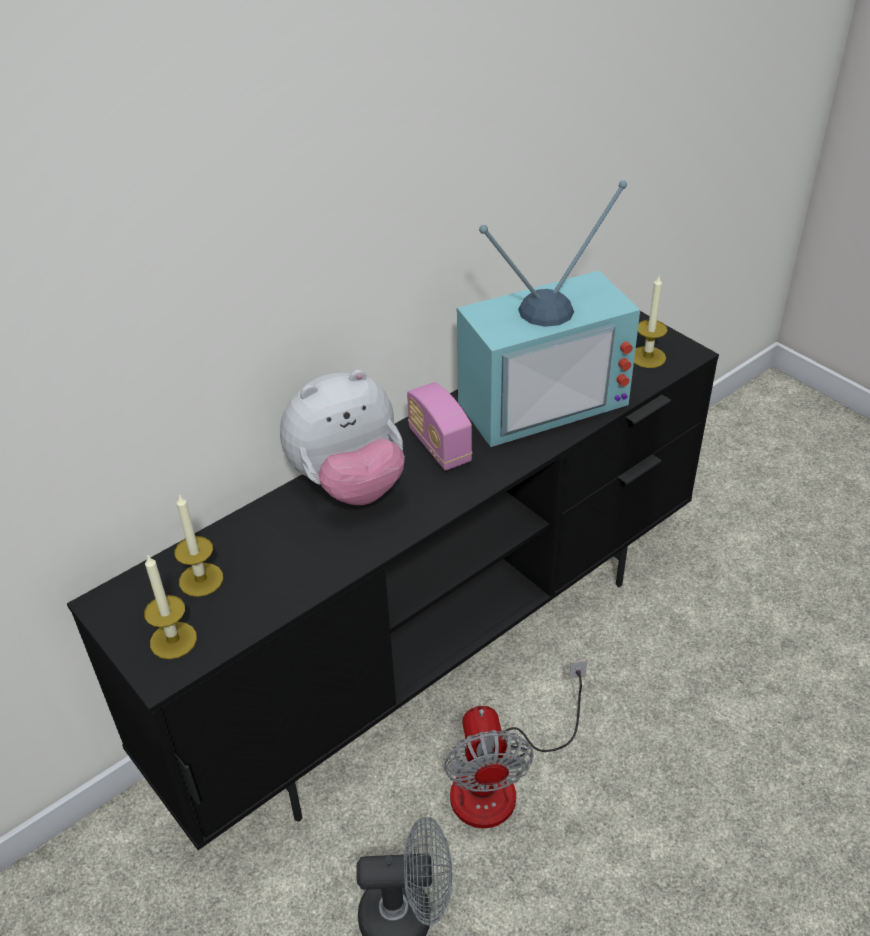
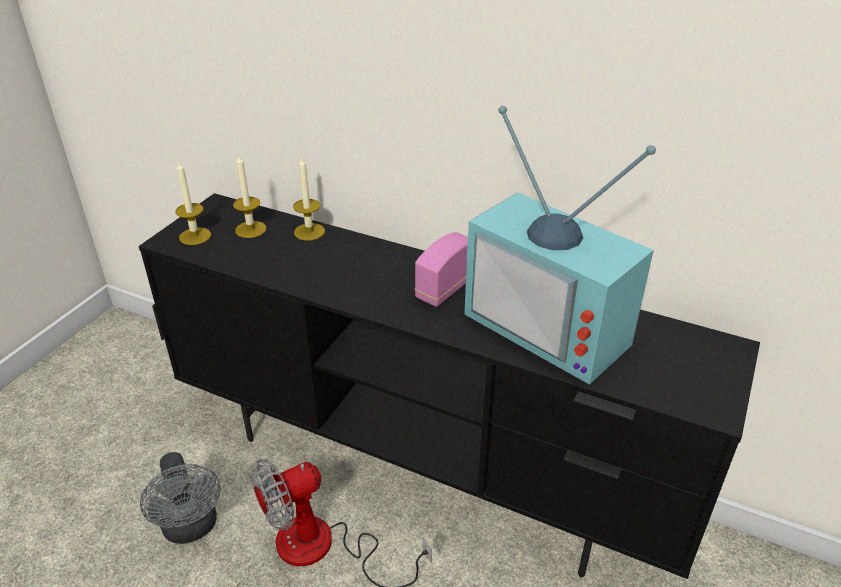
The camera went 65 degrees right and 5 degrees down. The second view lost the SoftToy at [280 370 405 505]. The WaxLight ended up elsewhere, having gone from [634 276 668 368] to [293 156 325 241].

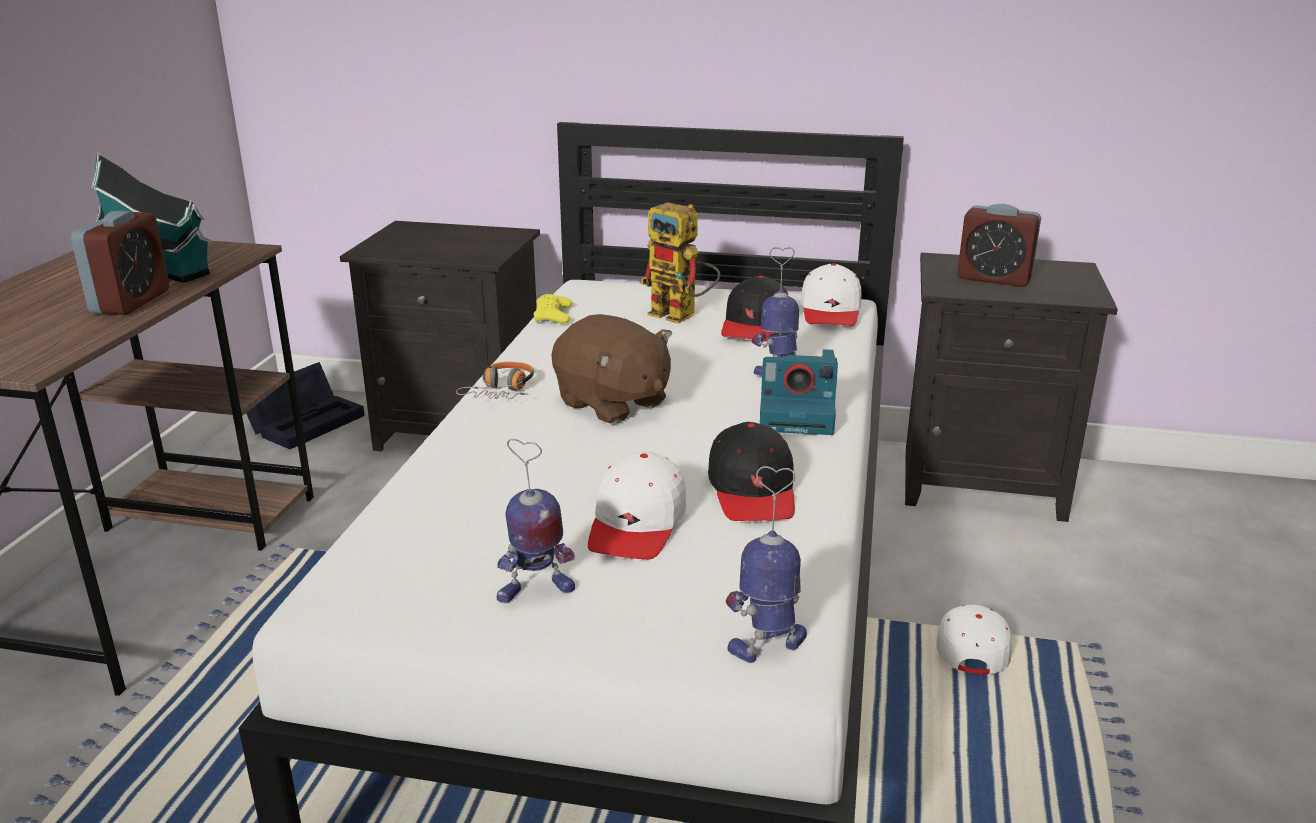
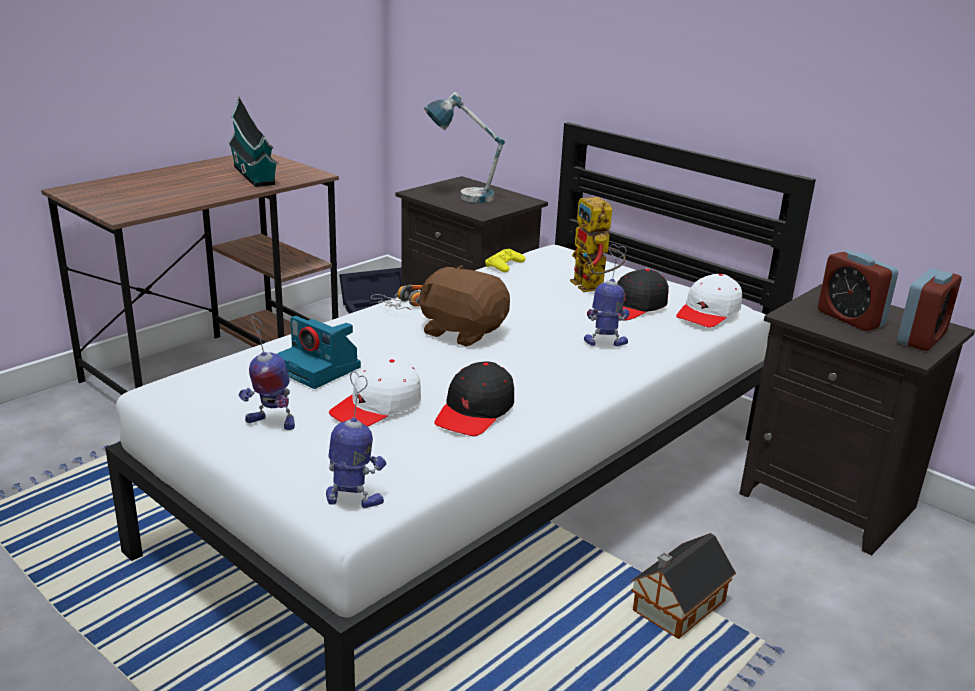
The camera went 30 degrees right and 0 degrees up. The second view gained the LampForATable at [424 92 505 203]. The AlarmClock ended up elsewhere, having gone from [71 211 169 315] to [897 268 962 351]. The StillCamera ended up elsewhere, having gone from [760 349 838 435] to [277 316 361 389]. Where the WhiteCap stood at [936 605 1012 674], the ModelHouse came to stand at [630 533 736 639]. The BrownColouredSoftToy at [551 314 672 424] ended up facing another way, 135 degrees clockwise from before.

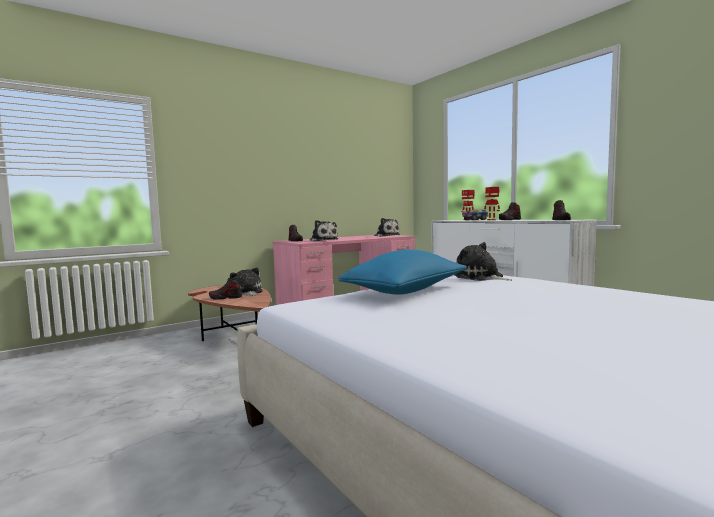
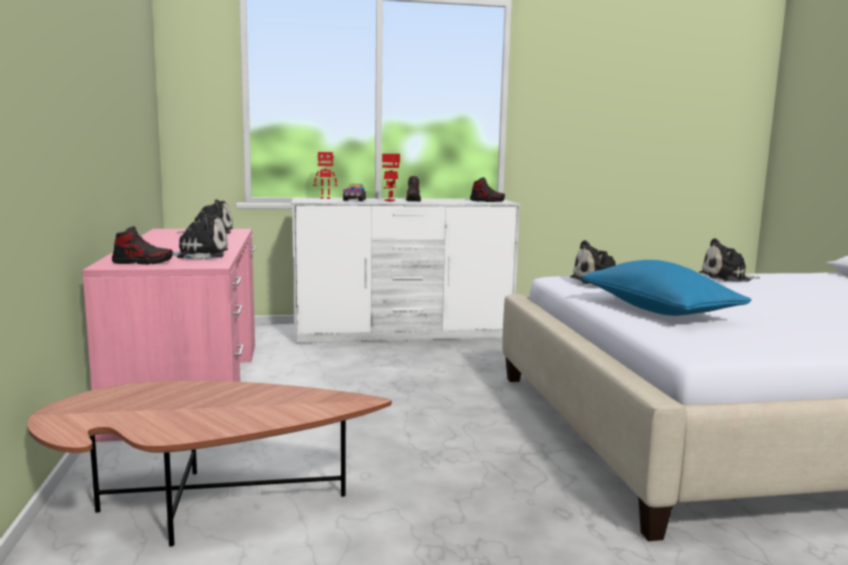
The camera went 65 degrees left and 5 degrees up. The second view lost the ItemOfFootwear at [209 278 242 300]. The SoftToy ended up elsewhere, having gone from [230 267 263 296] to [699 238 760 282].

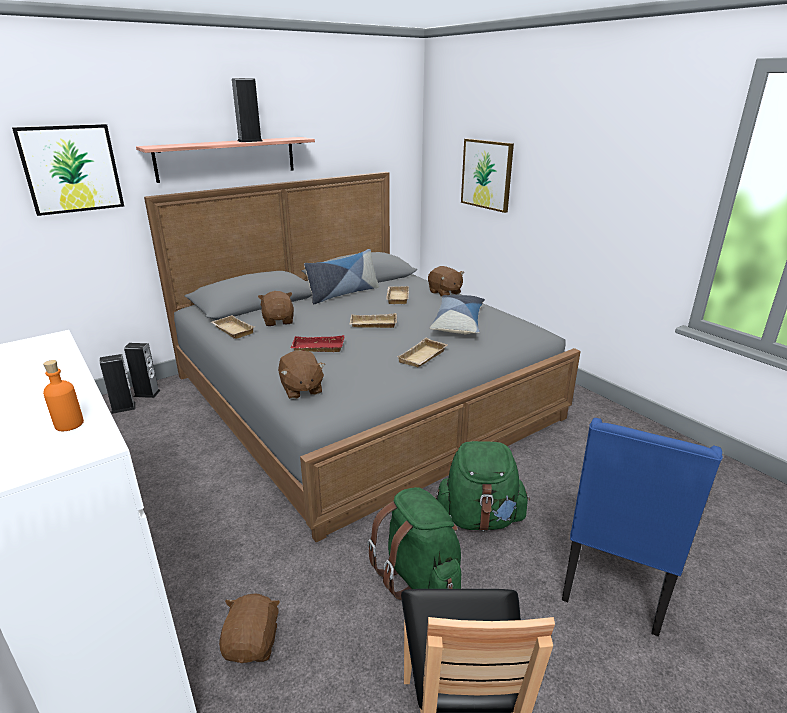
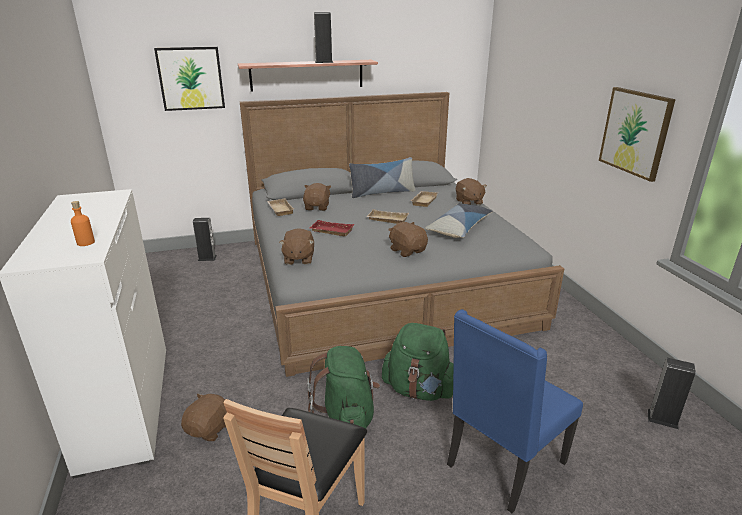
The camera went 20 degrees right and 0 degrees up. The Speaker ended up elsewhere, having gone from [124 343 161 398] to [648 357 696 429]. The Picture ended up elsewhere, having gone from [461 139 514 213] to [599 87 676 182]. Where the SandColouredTray stood at [397 338 447 367], the BrownColouredSoftToy came to stand at [388 222 428 257].

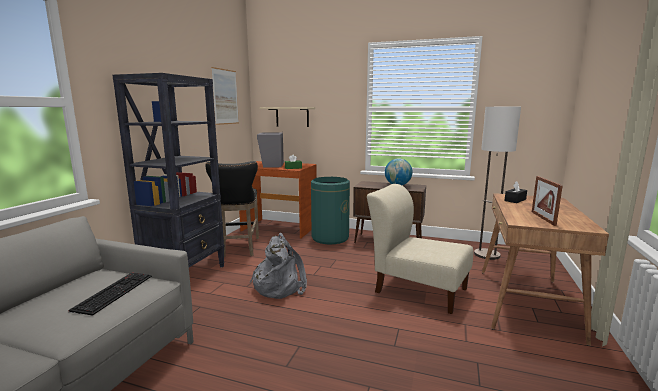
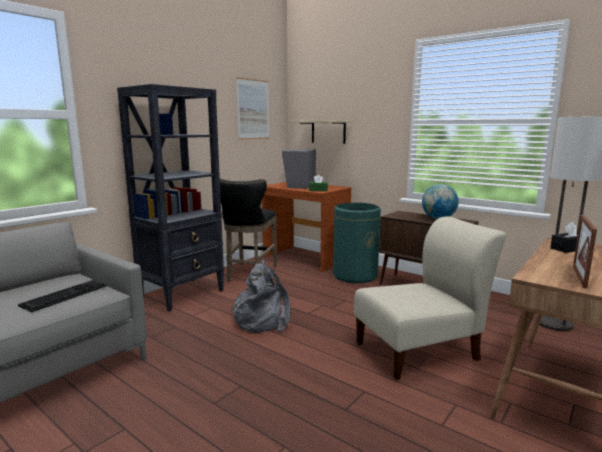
The camera went 20 degrees right and 0 degrees up. The SandColouredChair at [367 184 473 314] ended up facing another way, 105 degrees clockwise from before.

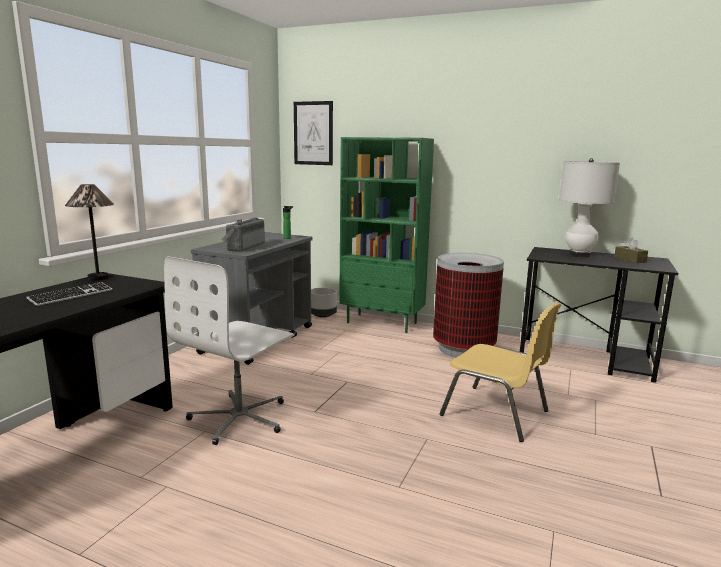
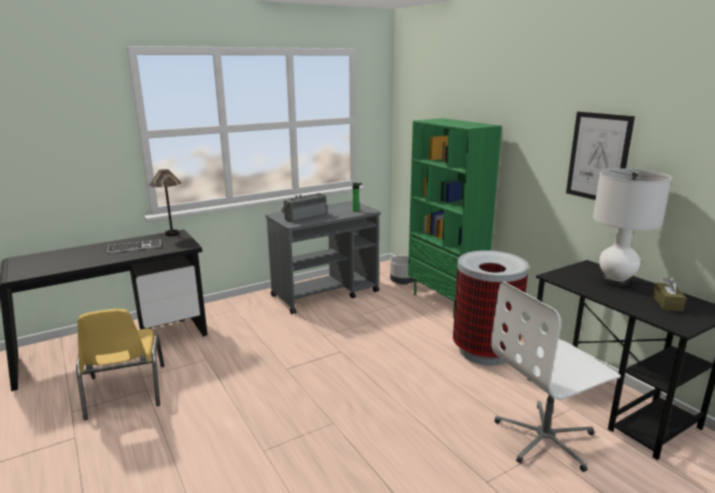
The camera went 35 degrees right and 5 degrees up. The WhiteComputerChair ended up elsewhere, having gone from [164 256 295 445] to [491 281 621 472]. The Picture ended up elsewhere, having gone from [294 101 333 165] to [566 112 635 200]. The YellowishChair ended up elsewhere, having gone from [440 302 561 442] to [76 309 164 420].

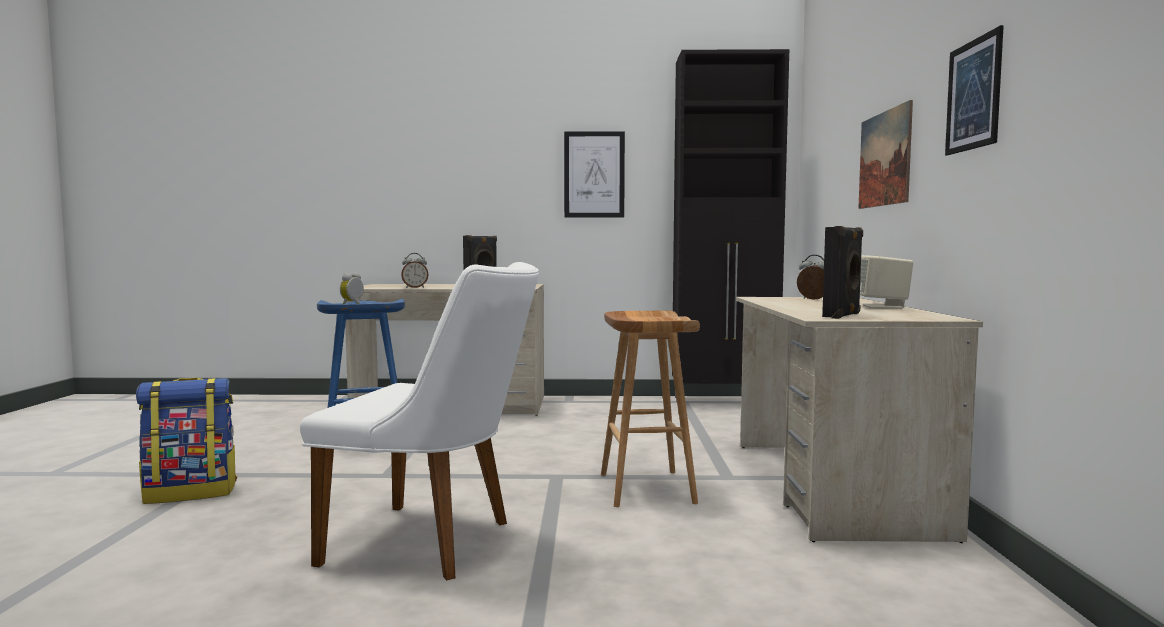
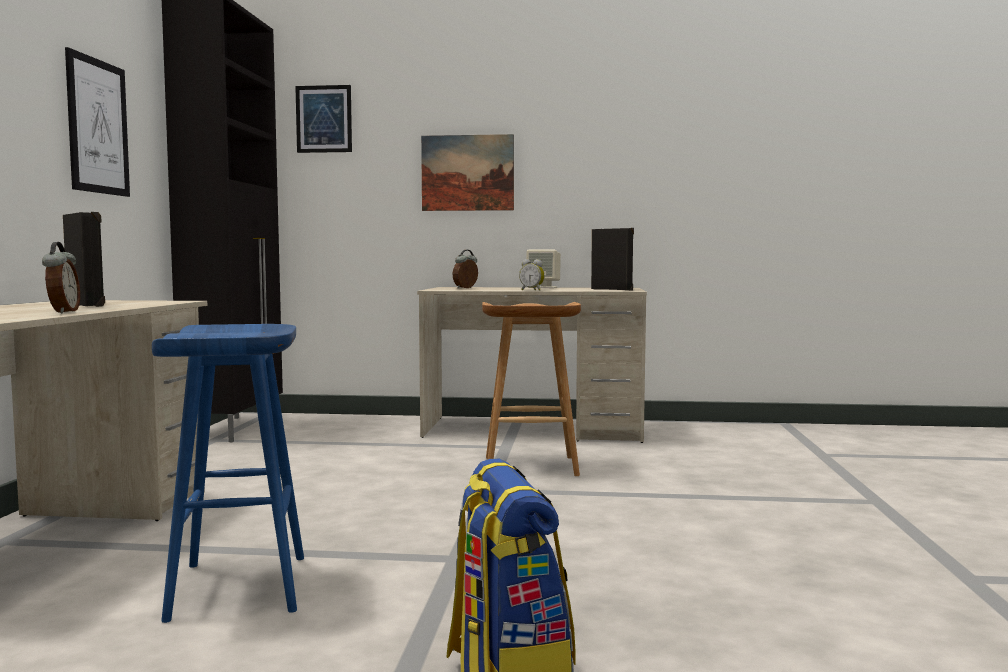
The camera went 85 degrees left and 0 degrees up. The second view lost the WhiteChair at [300 262 539 581]. The AlarmClock ended up elsewhere, having gone from [340 273 364 304] to [519 259 545 291]. The Picture ended up elsewhere, having gone from [945 25 1004 155] to [295 85 352 153].

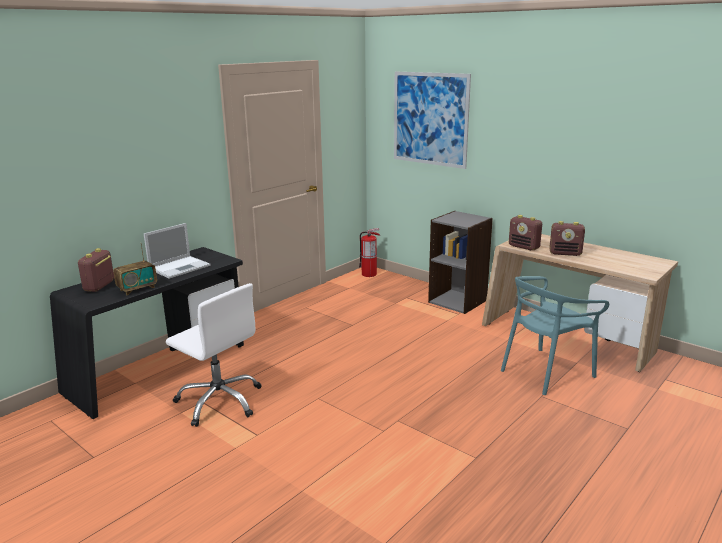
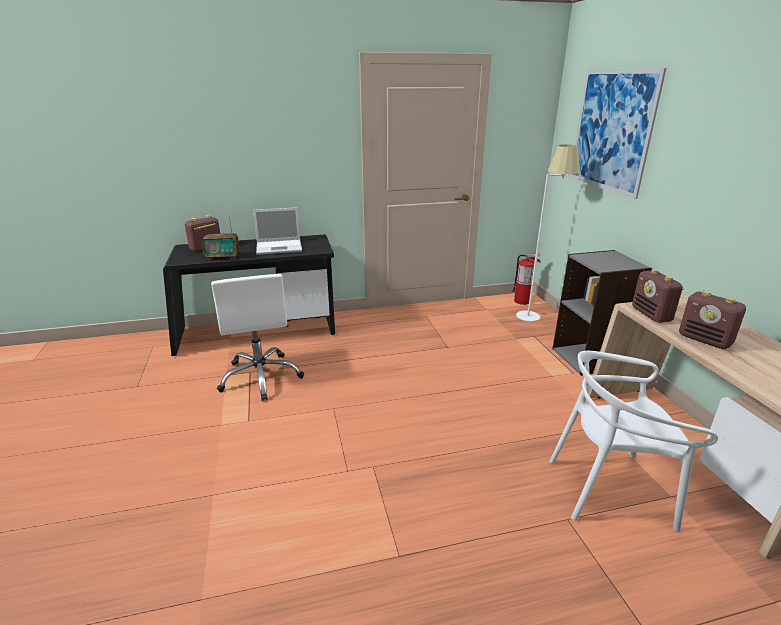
The camera went 35 degrees right and 5 degrees up. The second view gained the WhiteFloorLamp at [516 145 580 322]. What was the TurquoiseColouredChair at [501 276 609 395] turned into the WhiteChair at [549 351 718 532].

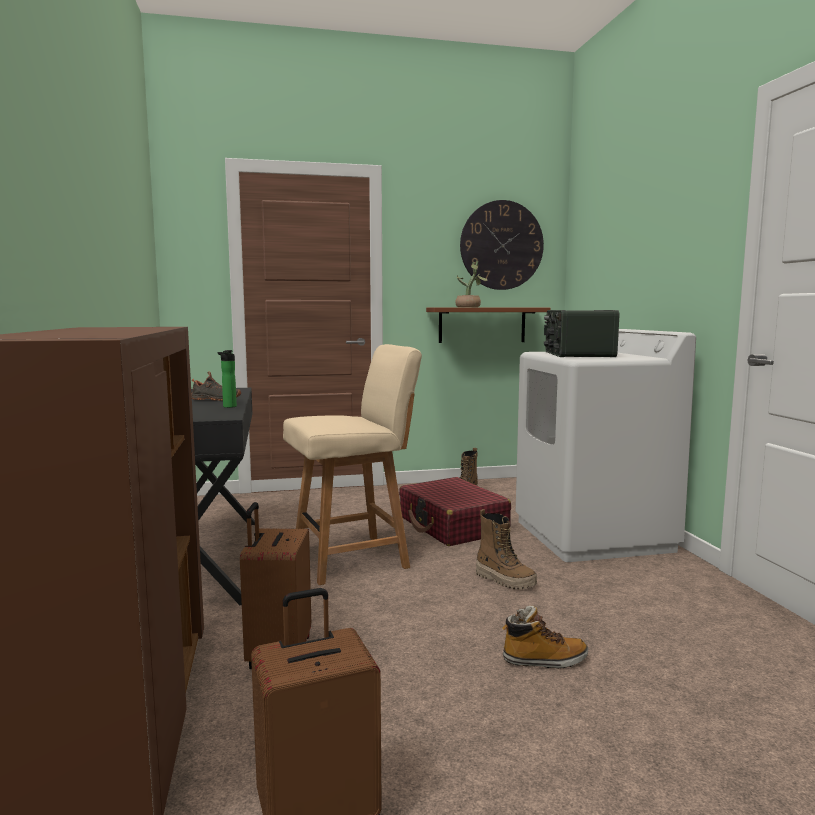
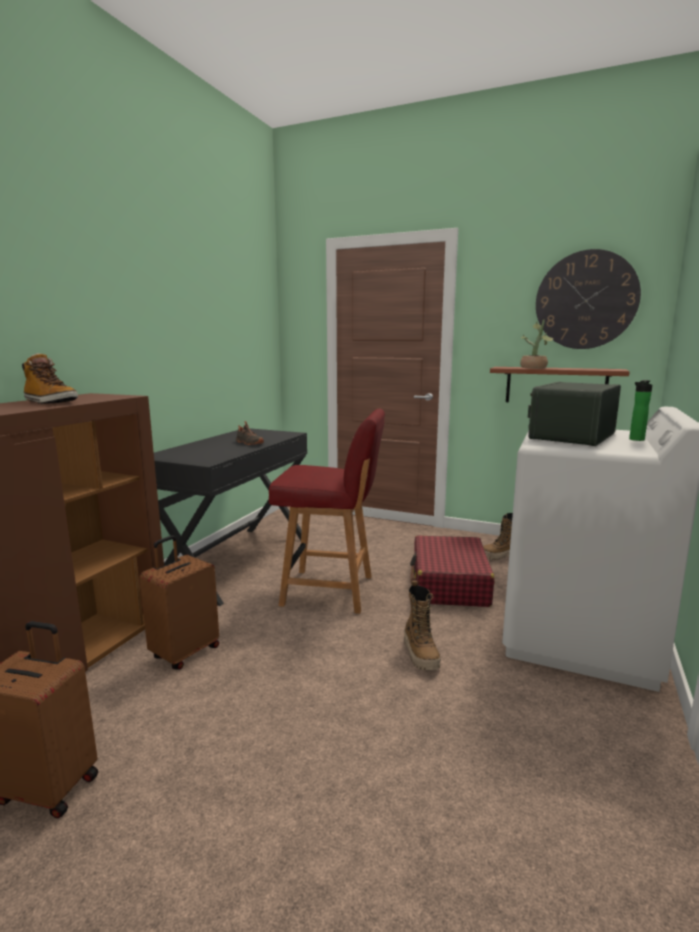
The camera went 35 degrees right and 5 degrees up. The BeverageBottle ended up elsewhere, having gone from [217 350 237 408] to [629 380 652 441]. The Boot ended up elsewhere, having gone from [502 606 588 669] to [22 353 78 404]. What was the SandColouredChair at [283 344 422 585] turned into the RedColouredChair at [269 409 385 614].

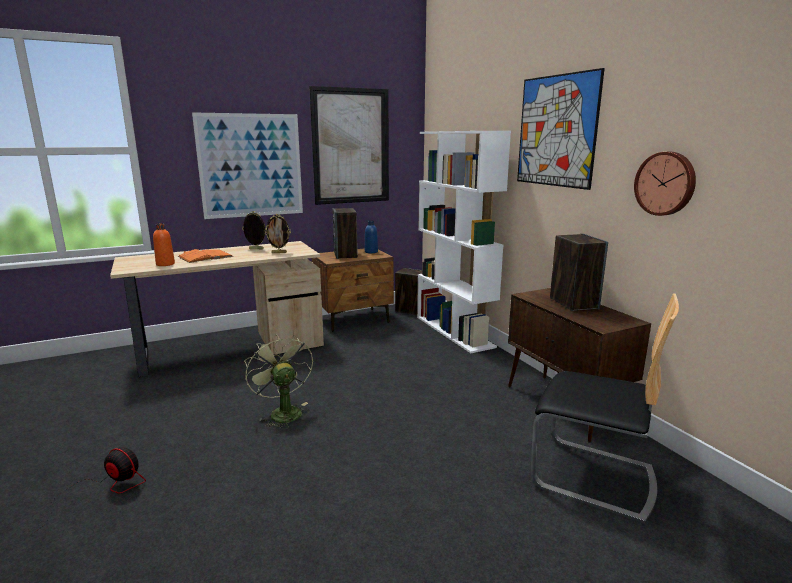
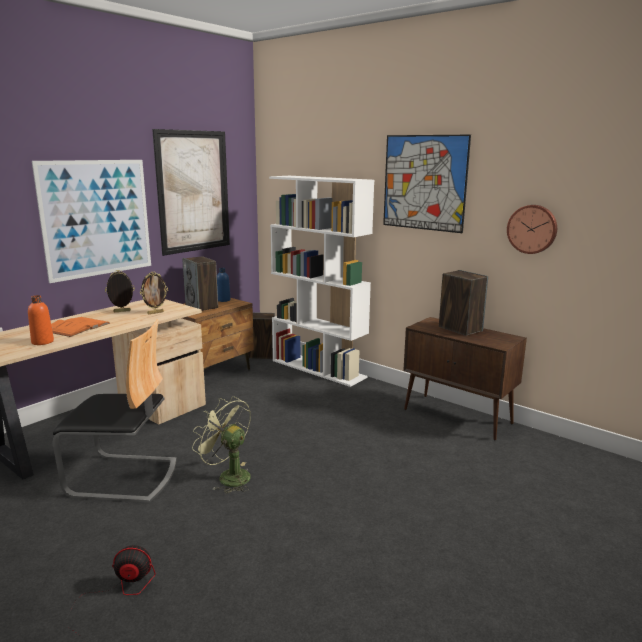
The camera went 25 degrees left and 0 degrees up. The Chair ended up elsewhere, having gone from [531 293 679 523] to [53 319 177 503].

